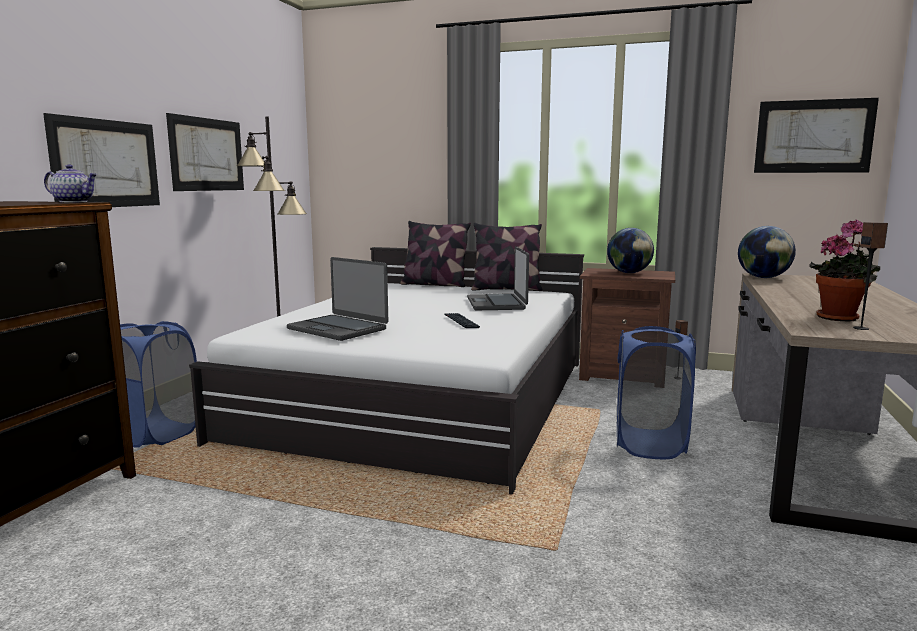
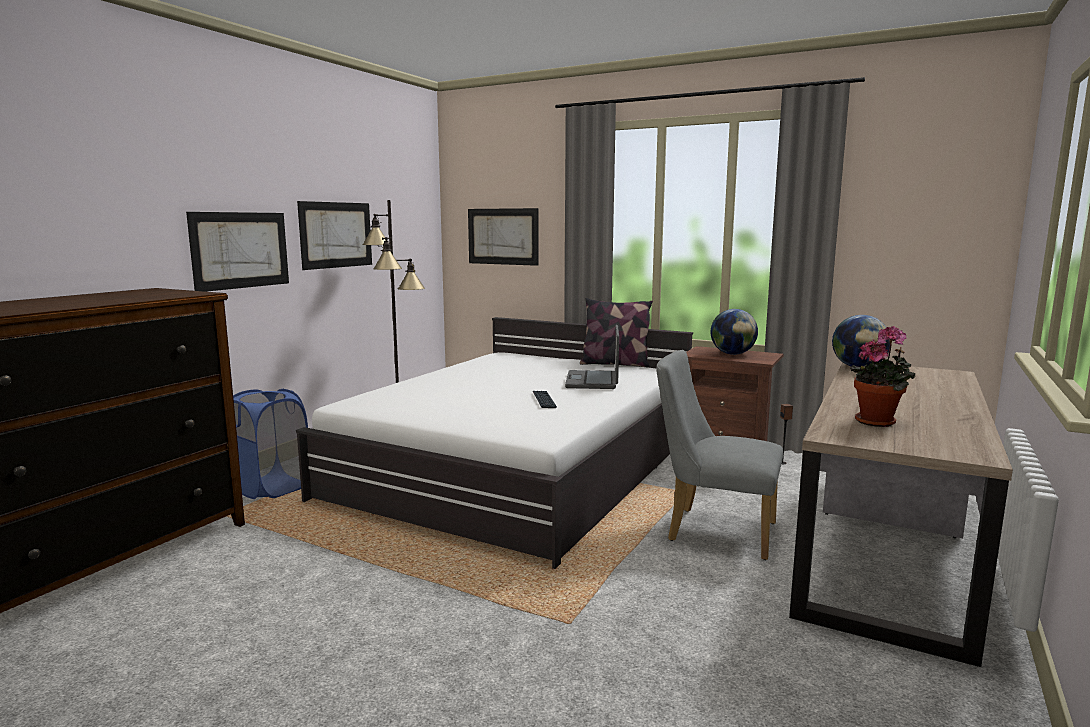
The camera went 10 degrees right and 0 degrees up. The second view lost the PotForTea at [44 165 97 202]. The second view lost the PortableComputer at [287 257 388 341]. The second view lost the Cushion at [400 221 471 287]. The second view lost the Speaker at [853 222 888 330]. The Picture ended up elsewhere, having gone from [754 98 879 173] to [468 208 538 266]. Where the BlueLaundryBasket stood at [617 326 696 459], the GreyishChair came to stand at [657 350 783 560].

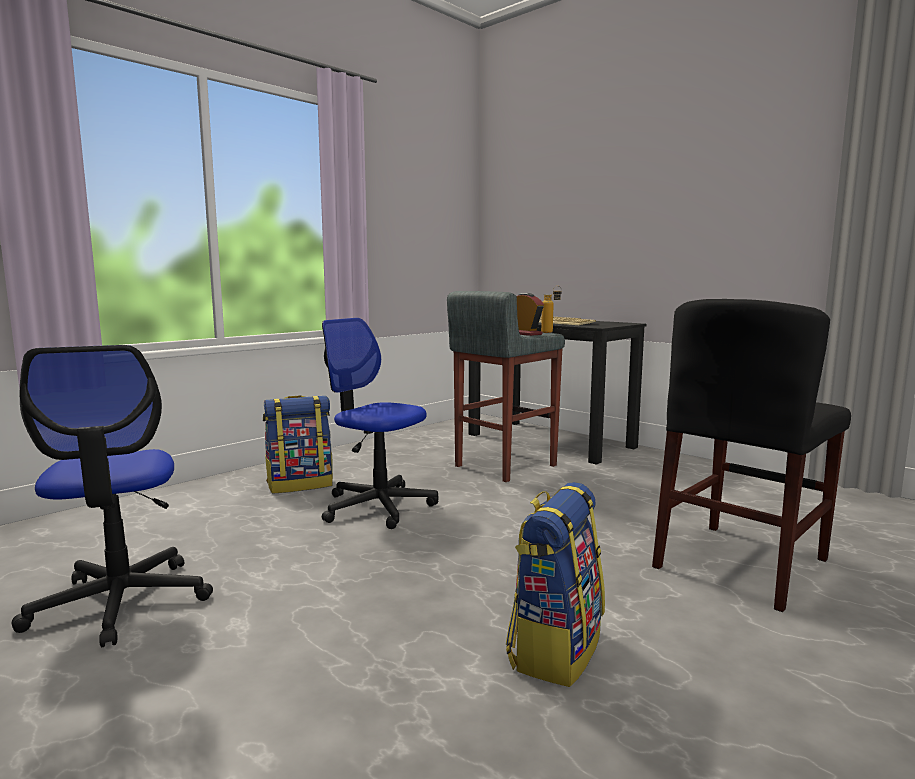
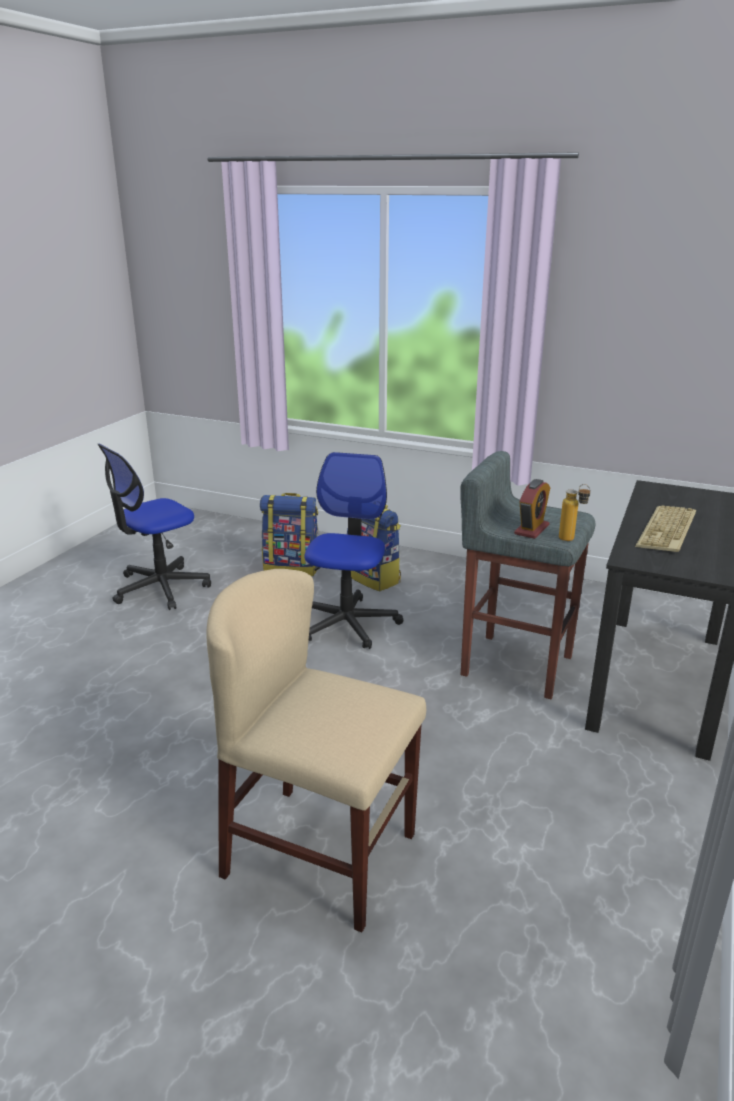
The camera went 70 degrees right and 15 degrees up. The Backpack ended up elsewhere, having gone from [506 482 605 687] to [260 493 319 576]. What was the BlackChair at [652 299 851 612] turned into the SandColouredChair at [206 569 426 932].

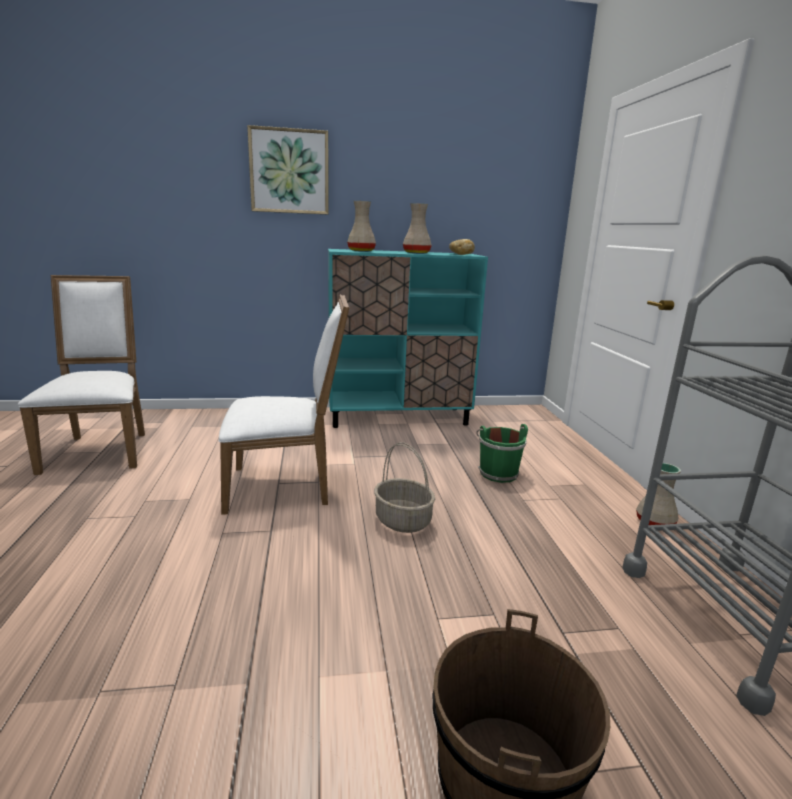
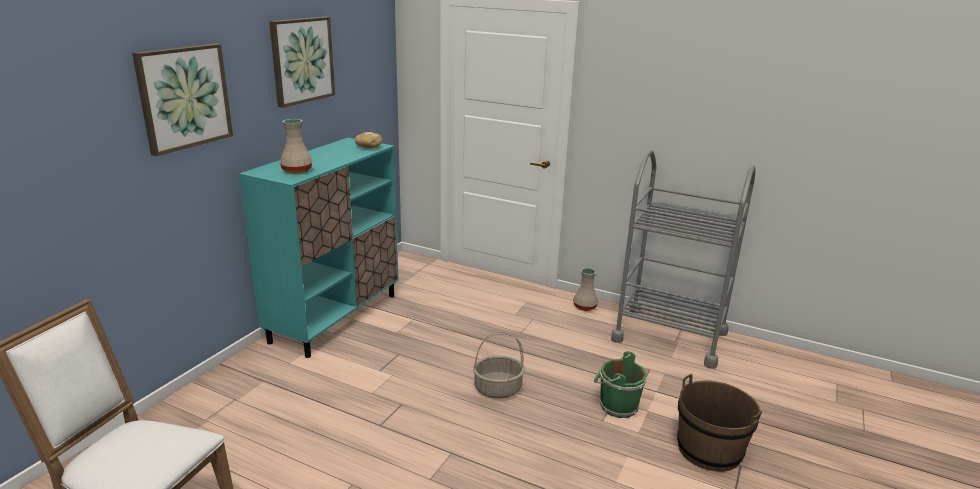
The camera went 55 degrees left and 5 degrees up. The second view lost the WhiteChair at [219 294 349 515]. The second view lost the SandColouredDecorativeVase at [403 203 432 254]. The second view gained the Picture at [269 17 335 108]. The GreenBucket ended up elsewhere, having gone from [476 424 528 483] to [594 351 647 418].

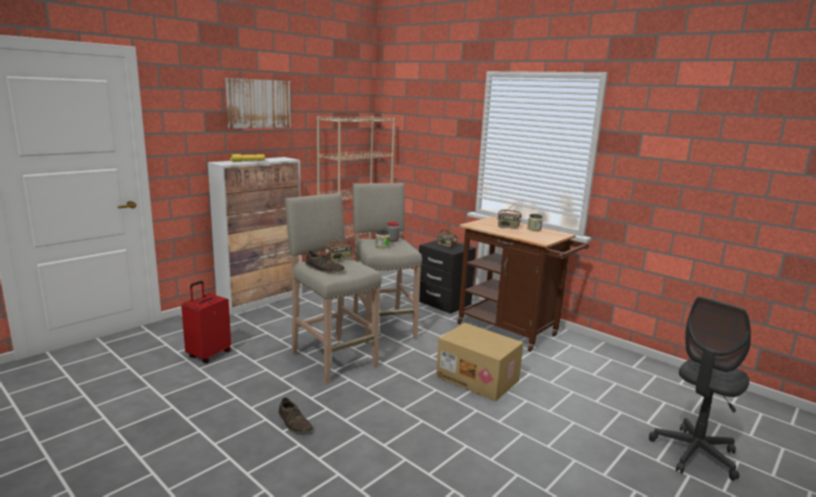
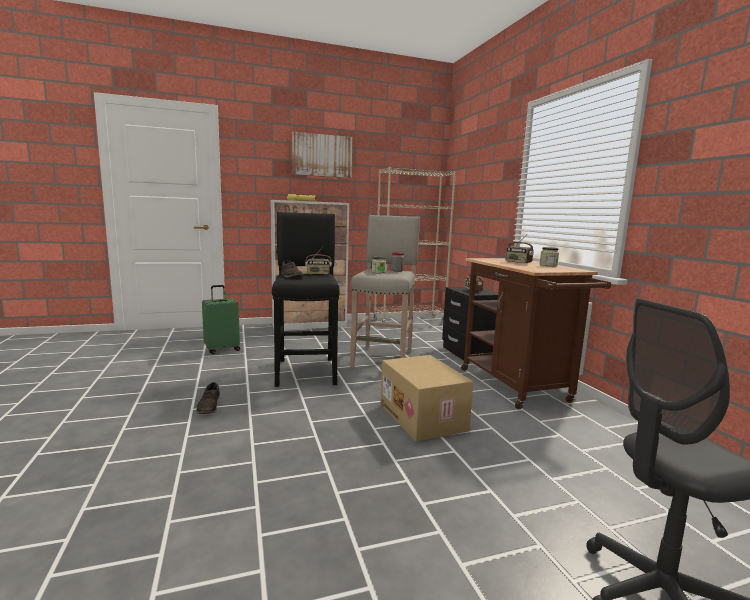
The camera went 30 degrees right and 5 degrees down. What was the RedColouredSuitcase at [181 281 231 363] turned into the GreenSuitcase at [202 285 240 354]. What was the SandColouredSittingStool at [284 193 382 384] turned into the BlackSittingStool at [272 212 340 387].

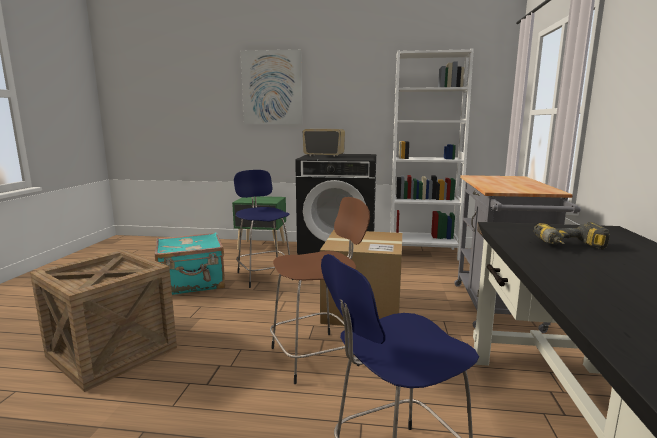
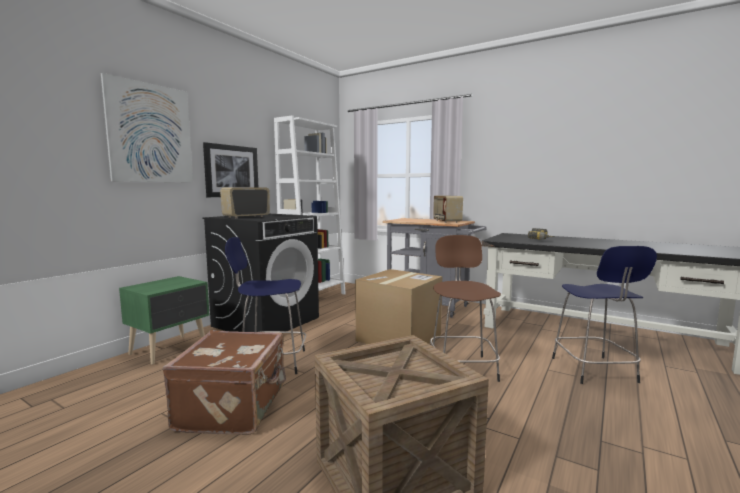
The camera went 65 degrees left and 5 degrees down. The second view gained the Picture at [203 142 258 197]. The second view gained the Radio at [433 196 463 223]. What was the TurquoiseColouredSuitcase at [155 232 225 295] turned into the BrownColouredSuitcase at [163 330 286 435].

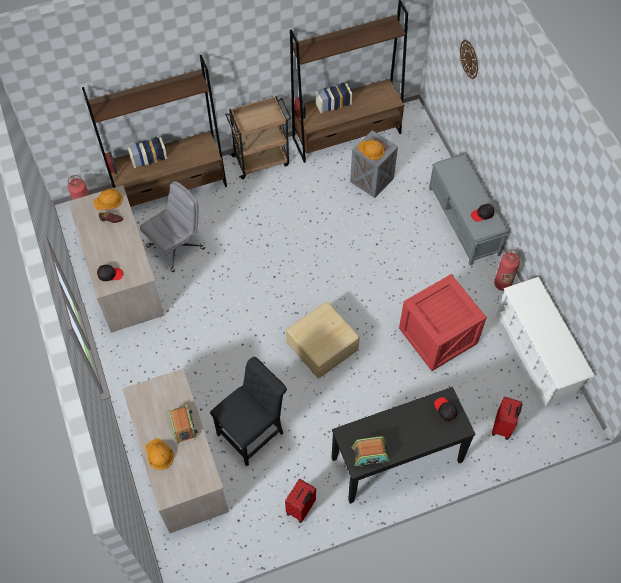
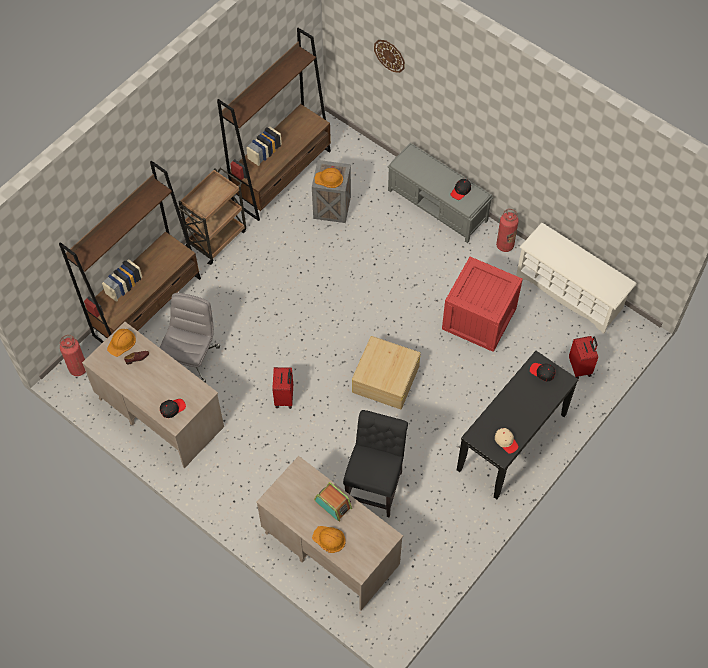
The camera went 30 degrees left and 0 degrees up. The RedColouredSuitcase ended up elsewhere, having gone from [285 479 316 523] to [272 367 293 409]. Where the Radio stood at [352 436 389 467], the SandColouredCap came to stand at [495 428 519 454].

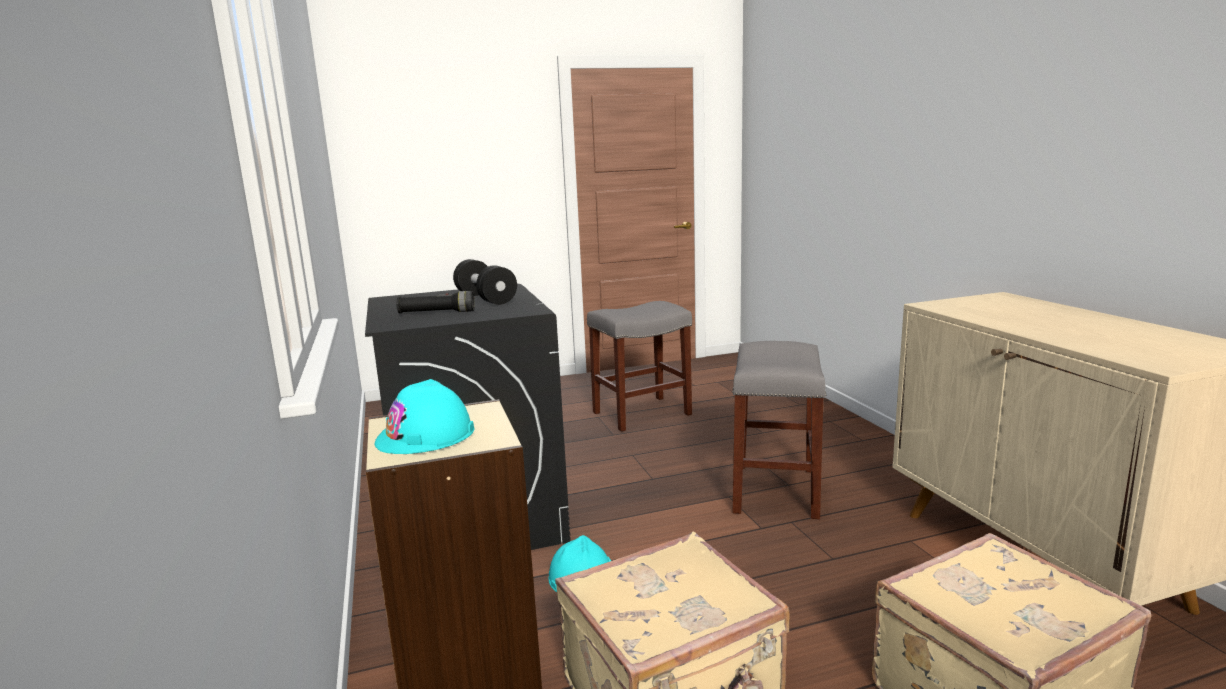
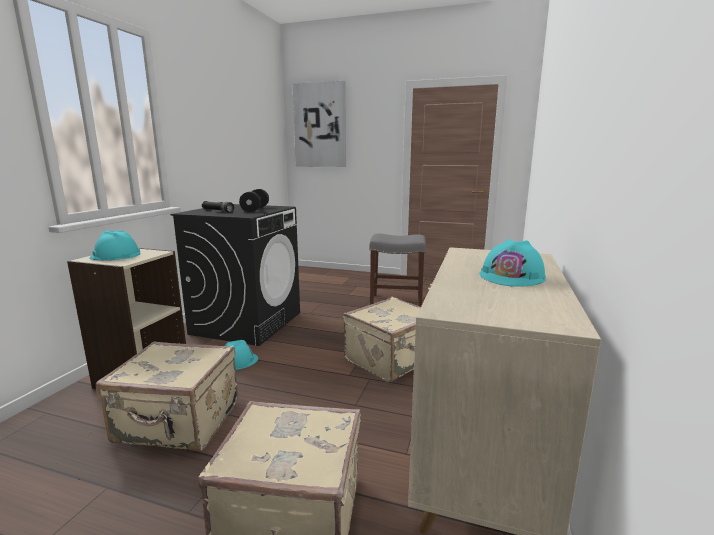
The camera went 35 degrees right and 0 degrees up. The second view gained the Picture at [293 81 346 167]. The second view gained the TurquoiseColouredWorkHelmet at [479 239 546 287]. Where the GreyishSittingStool stood at [732 341 826 519], the SandColouredSuitcase came to stand at [343 297 421 383].

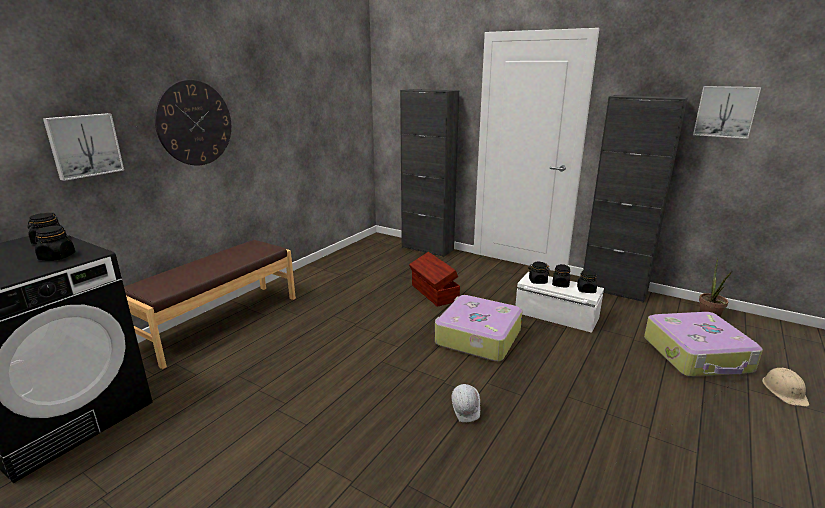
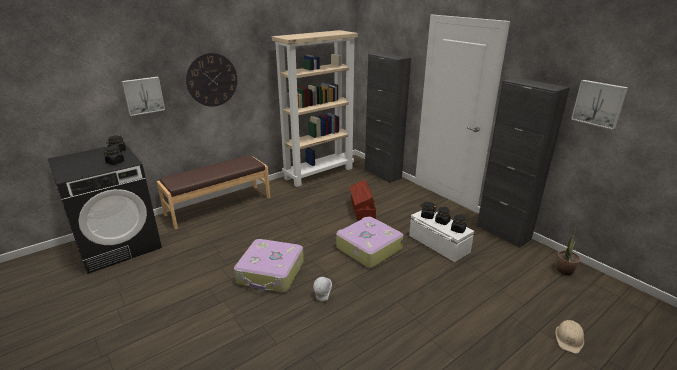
The camera went 20 degrees right and 5 degrees up. The second view gained the SandColouredBookshelf at [272 30 358 187]. The Suitcase ended up elsewhere, having gone from [644 312 763 377] to [234 239 304 292].

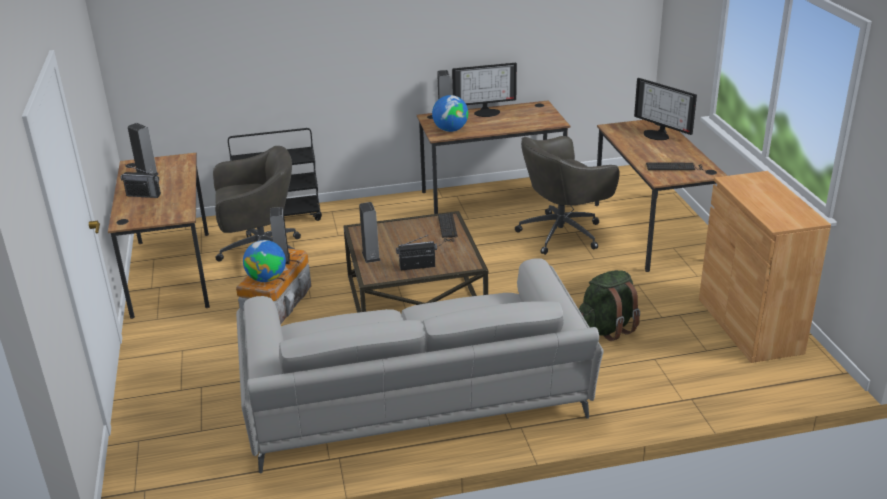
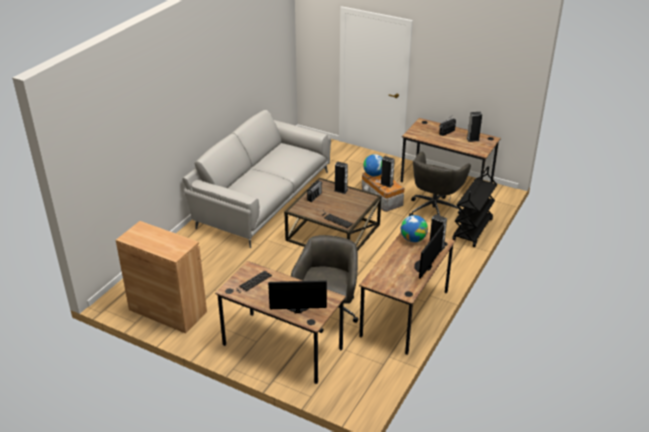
The camera went 130 degrees right and 5 degrees up. The second view lost the GreenBackpack at [579 270 640 341].

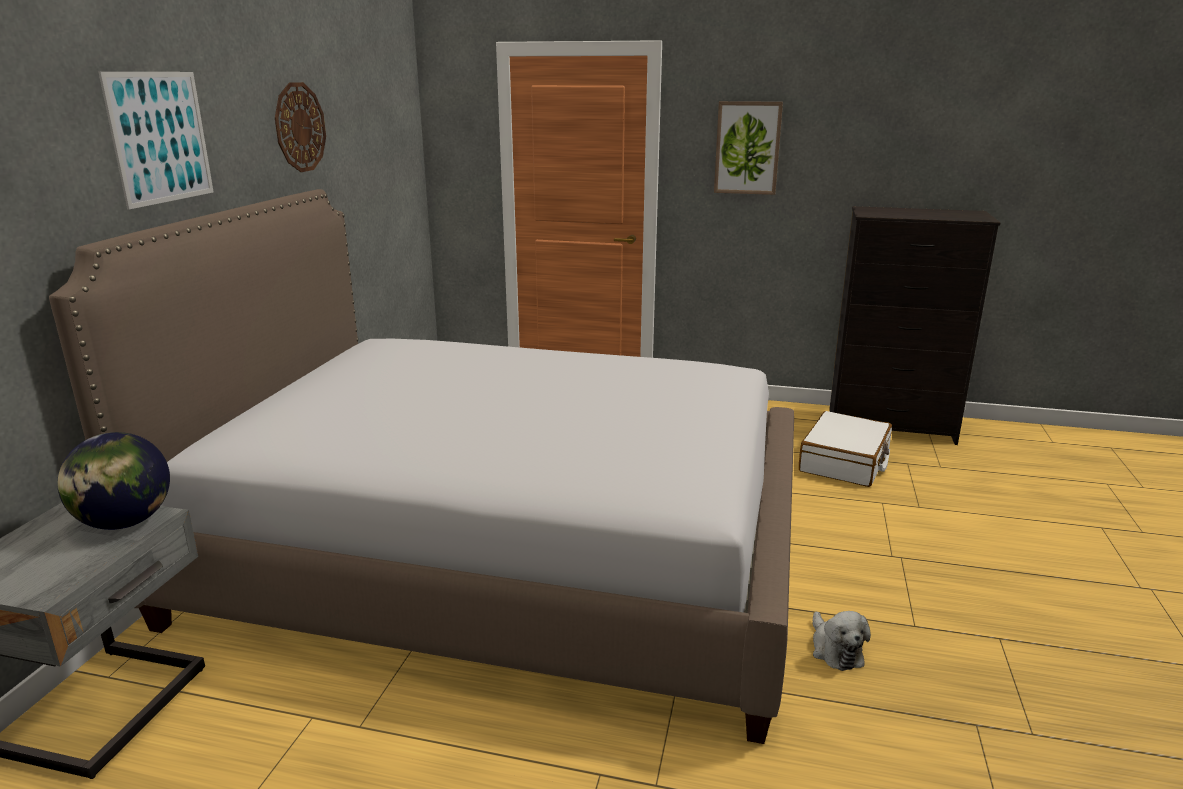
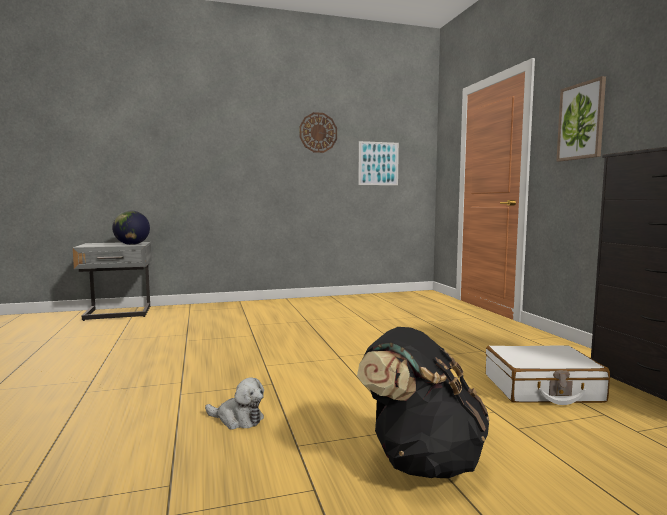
The camera went 60 degrees right and 15 degrees down. The second view lost the BedroomBed at [49 189 794 744]. The second view gained the BlackBackpack at [357 327 490 478]. The Picture ended up elsewhere, having gone from [98 72 214 210] to [358 141 399 185]. The SoftToy at [813 611 871 671] ended up facing another way, 120 degrees counterclockwise from before.

